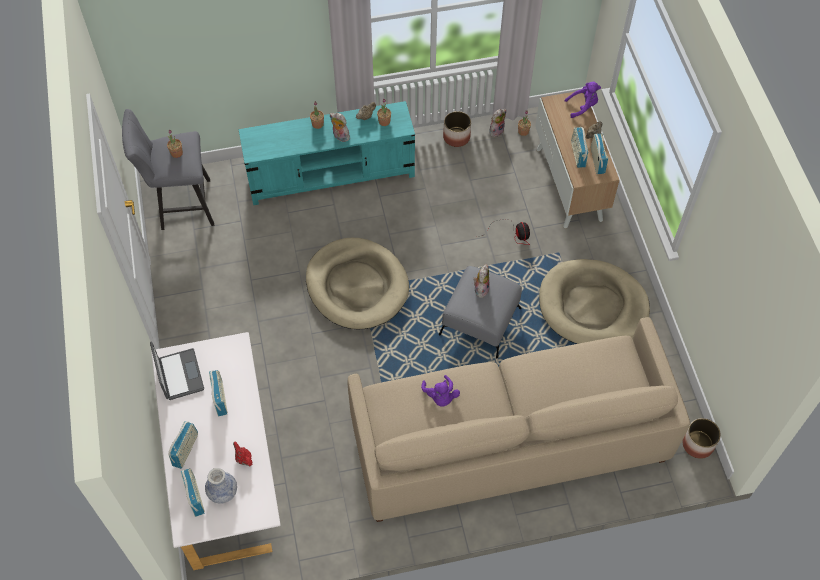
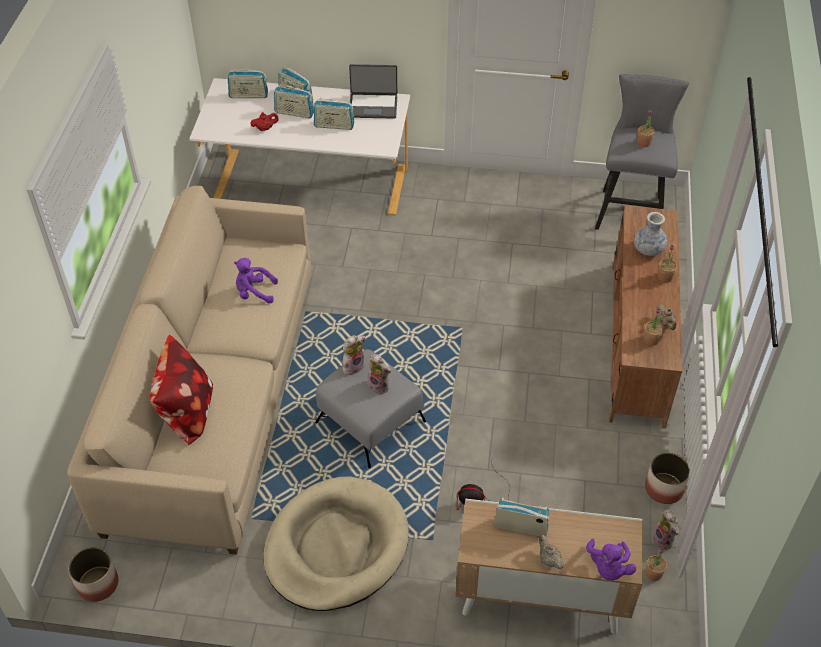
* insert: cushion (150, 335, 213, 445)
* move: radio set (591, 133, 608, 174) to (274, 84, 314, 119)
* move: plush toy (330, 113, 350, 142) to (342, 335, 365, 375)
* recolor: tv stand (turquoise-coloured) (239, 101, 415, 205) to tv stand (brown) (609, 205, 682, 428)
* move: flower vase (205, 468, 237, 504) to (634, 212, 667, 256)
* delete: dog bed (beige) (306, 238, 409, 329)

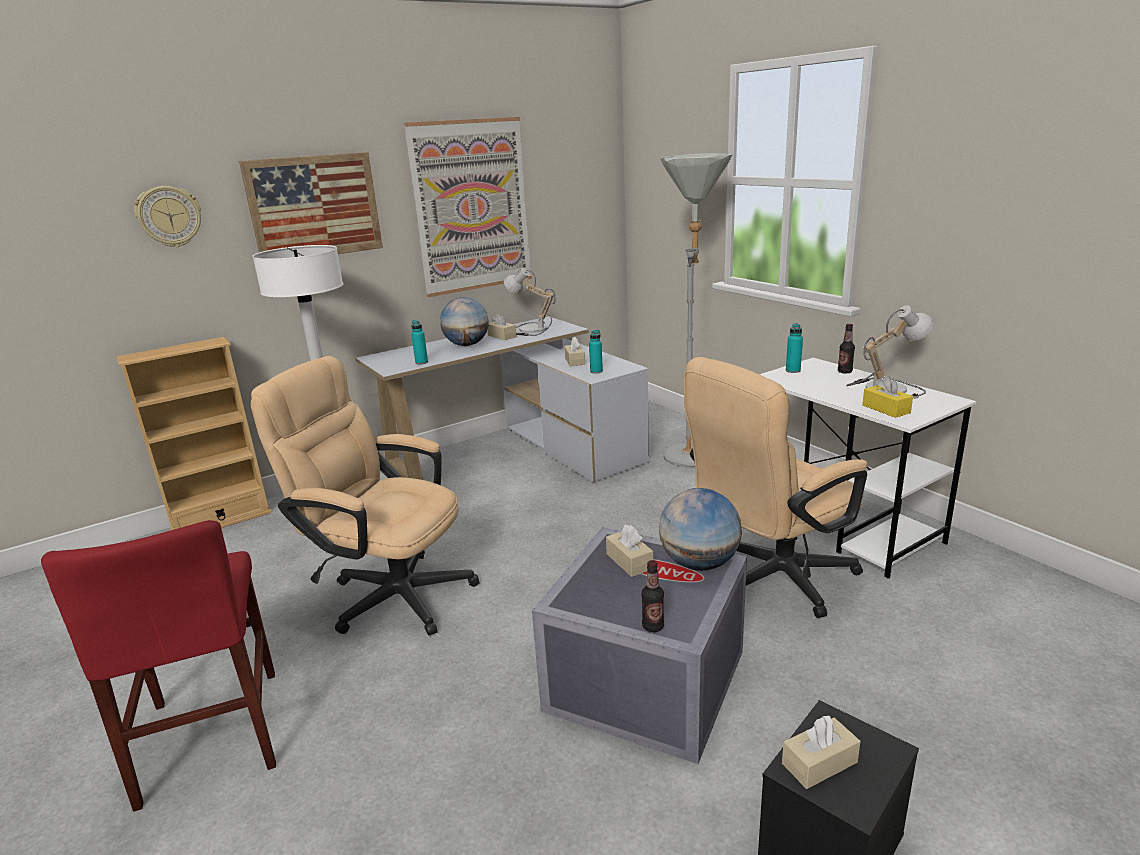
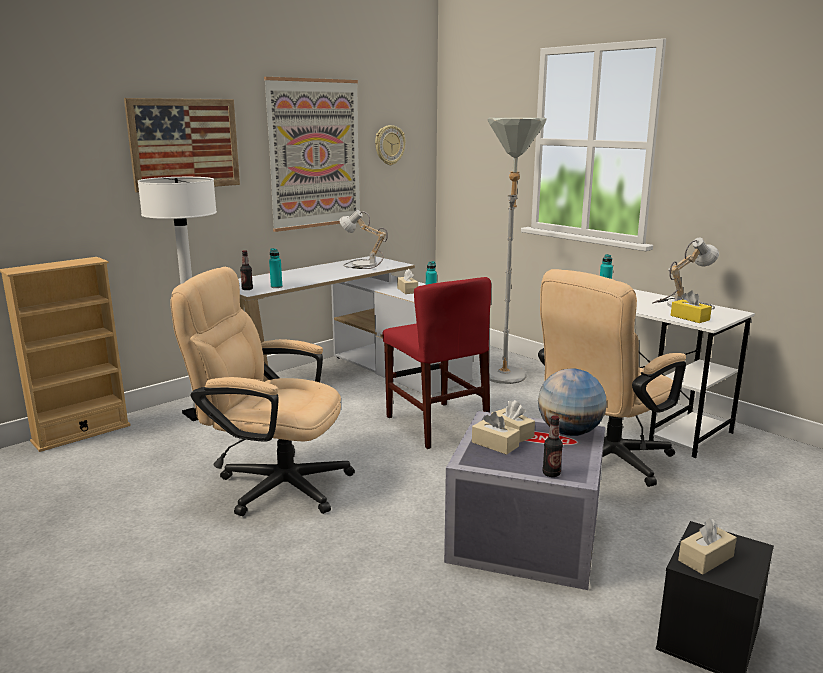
* move: beverage bottle (838, 324, 855, 374) to (240, 250, 253, 290)
* move: wall clock (134, 186, 201, 247) to (375, 125, 405, 165)
* move: chair (reddish) (41, 520, 276, 812) to (383, 277, 491, 449)
* move: tissue box (beige) (487, 313, 517, 340) to (472, 412, 520, 455)
* delete: desk globe (440, 297, 489, 346)

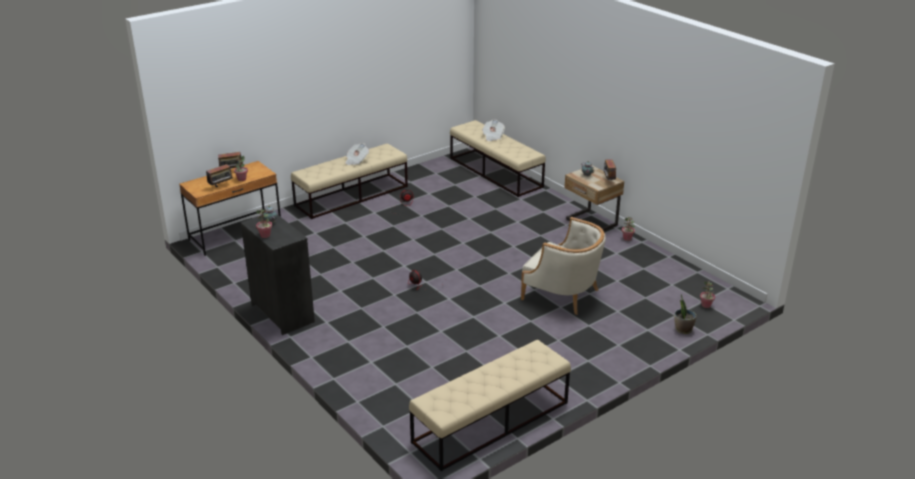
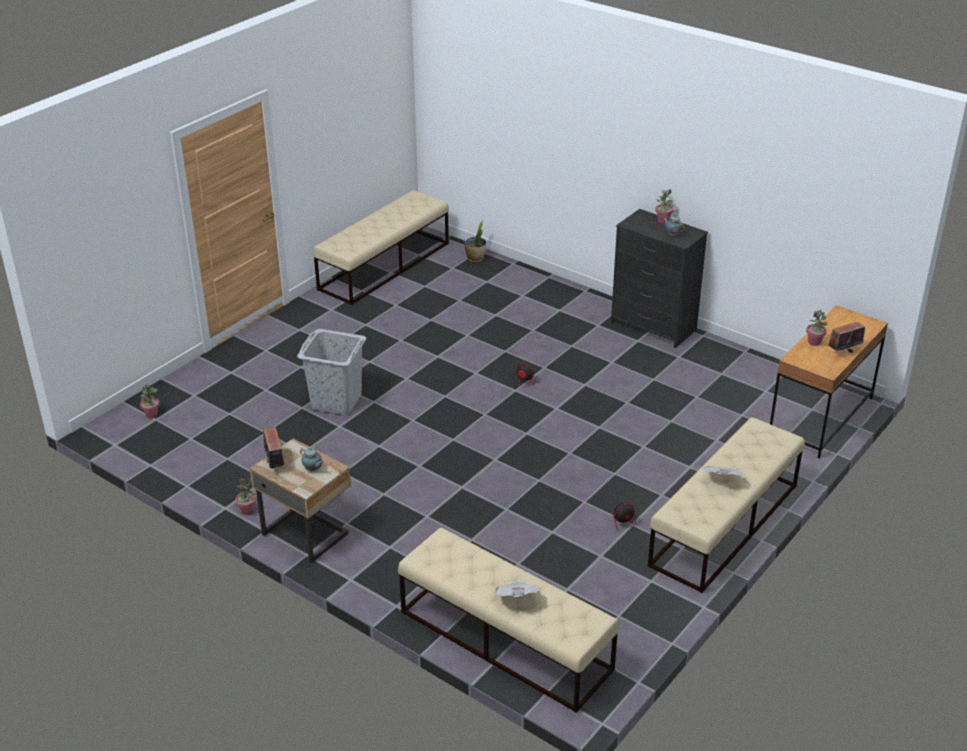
* replace: easy chair (beige) (521, 217, 606, 315) to hamper (grey) (297, 329, 366, 415)
* move: potted plant (674, 295, 696, 334) to (465, 221, 487, 263)
* delete: radio set (206, 164, 233, 187)

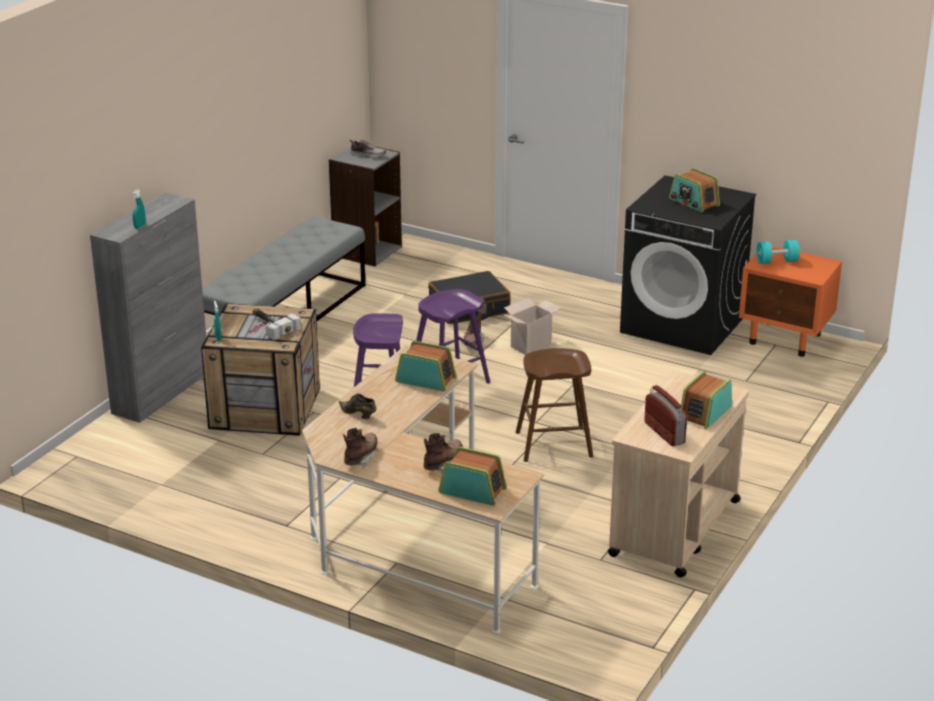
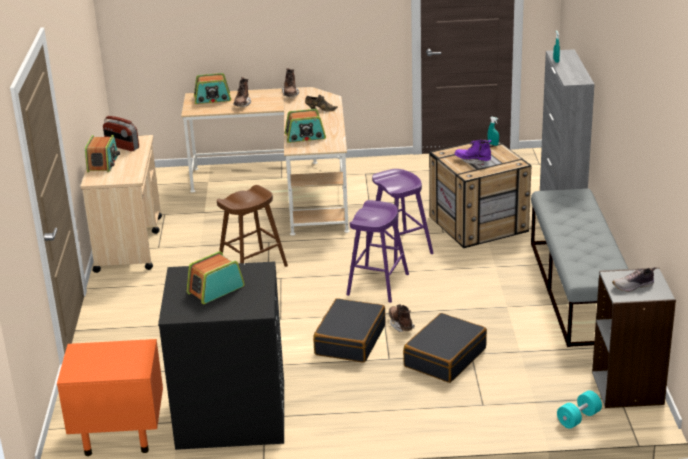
* rotate: radio set (669, 168, 720, 213) = (186, 251, 245, 304) 60 degrees counterclockwise
* replace: carton (504, 298, 561, 355) to suitcase (blackish) (313, 298, 386, 363)
* replace: hand hammer (252, 308, 301, 340) to high-top boot (purplish) (454, 140, 491, 165)
* move: free weight (turquoise-coloured) (756, 240, 800, 264) to (557, 390, 602, 429)

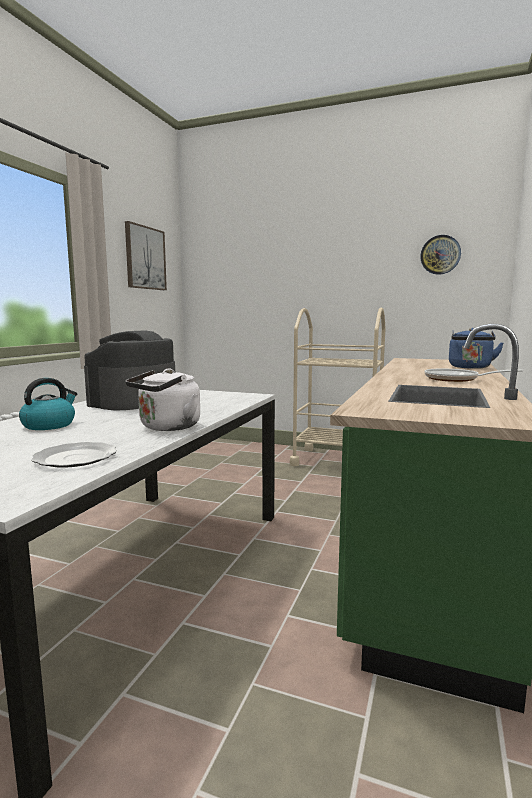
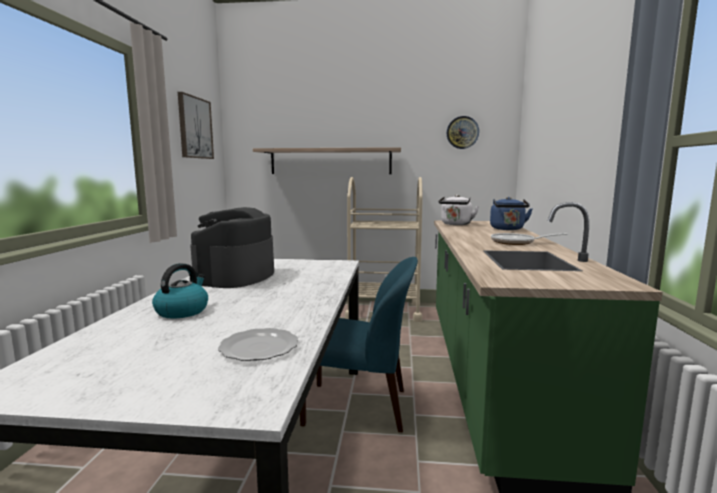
* insert: bracket shelf (253, 147, 401, 174)
* insert: chair (blue-coloured) (300, 257, 418, 432)
* move: water kettle (whitish) (126, 368, 200, 431) to (438, 195, 479, 225)

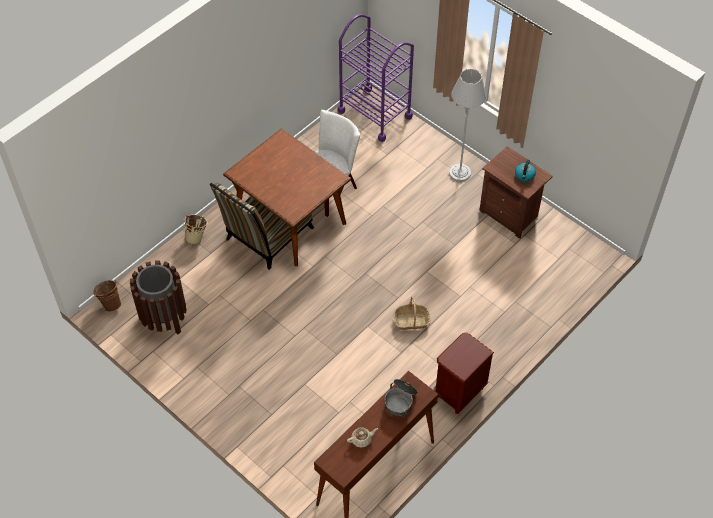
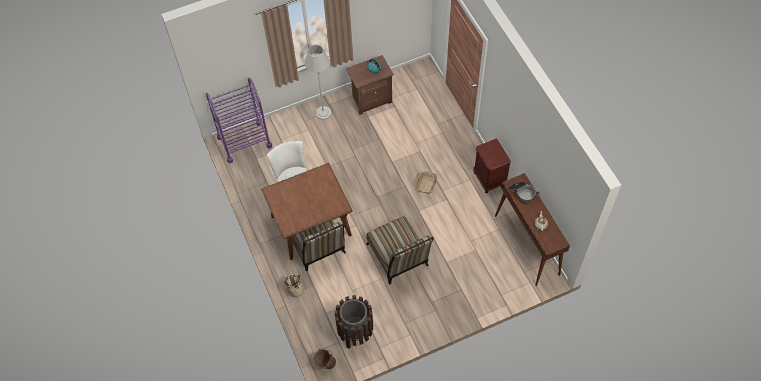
* insert: chair (366, 217, 434, 284)

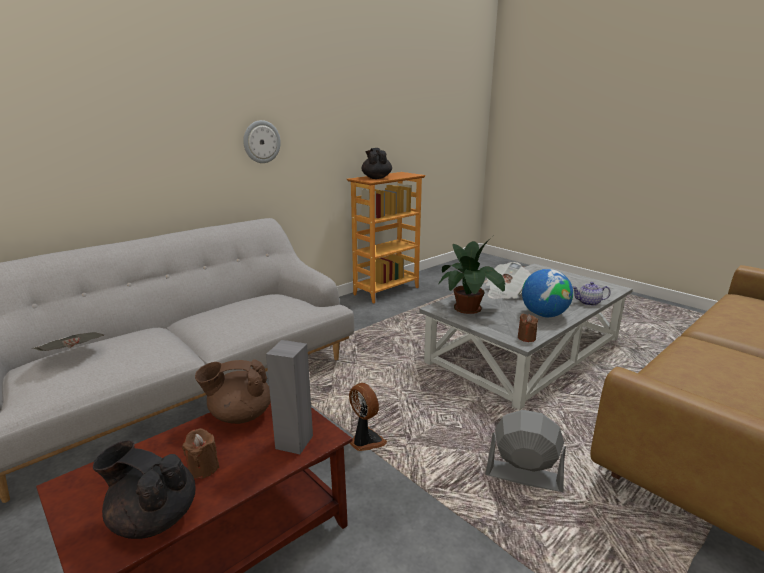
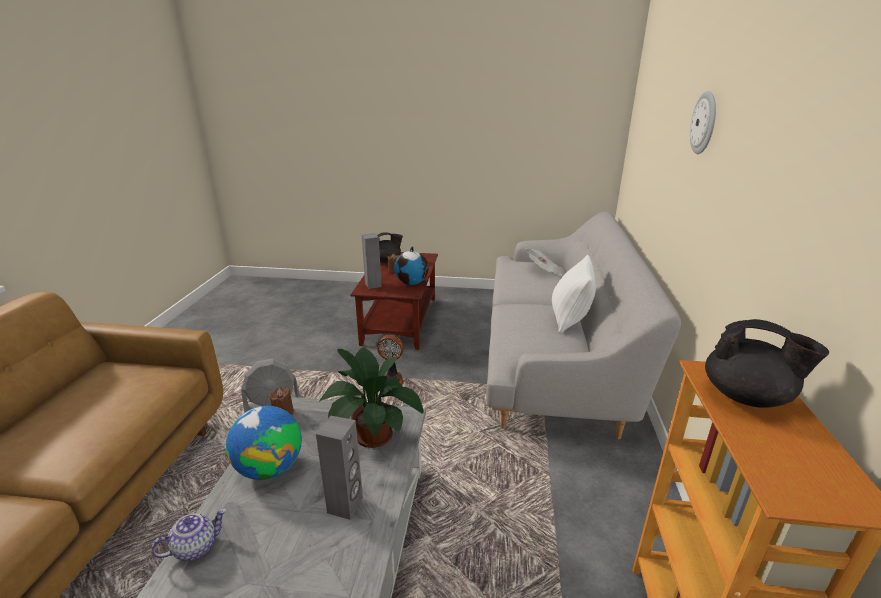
* replace: newspaper (486, 262, 531, 299) to loudspeaker (grey) (316, 416, 363, 520)
* replace: pot for tea (brown) (195, 359, 271, 424) to desk globe (394, 247, 429, 285)
* insert: cushion (whitish) (552, 255, 596, 334)
* move: wall clock (243, 120, 281, 163) to (690, 91, 716, 154)

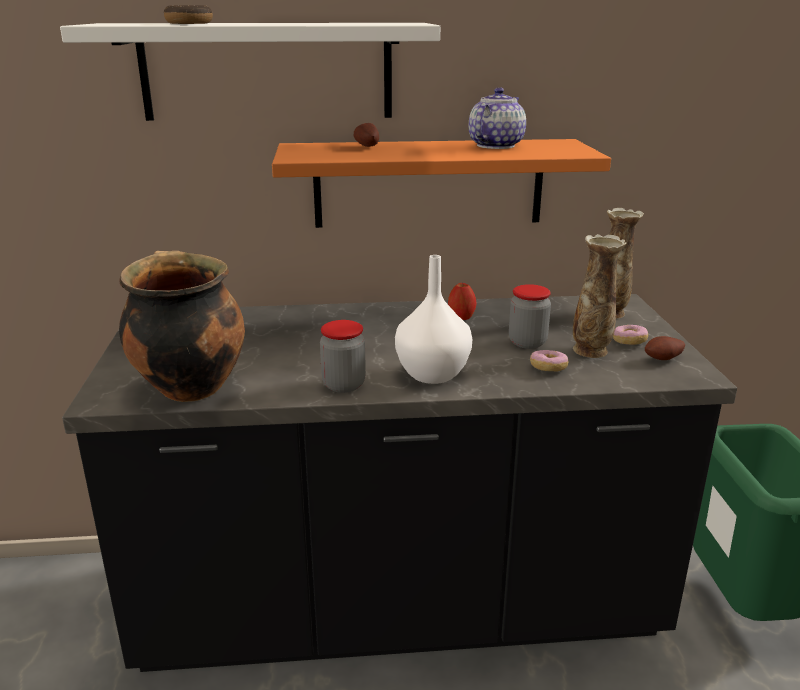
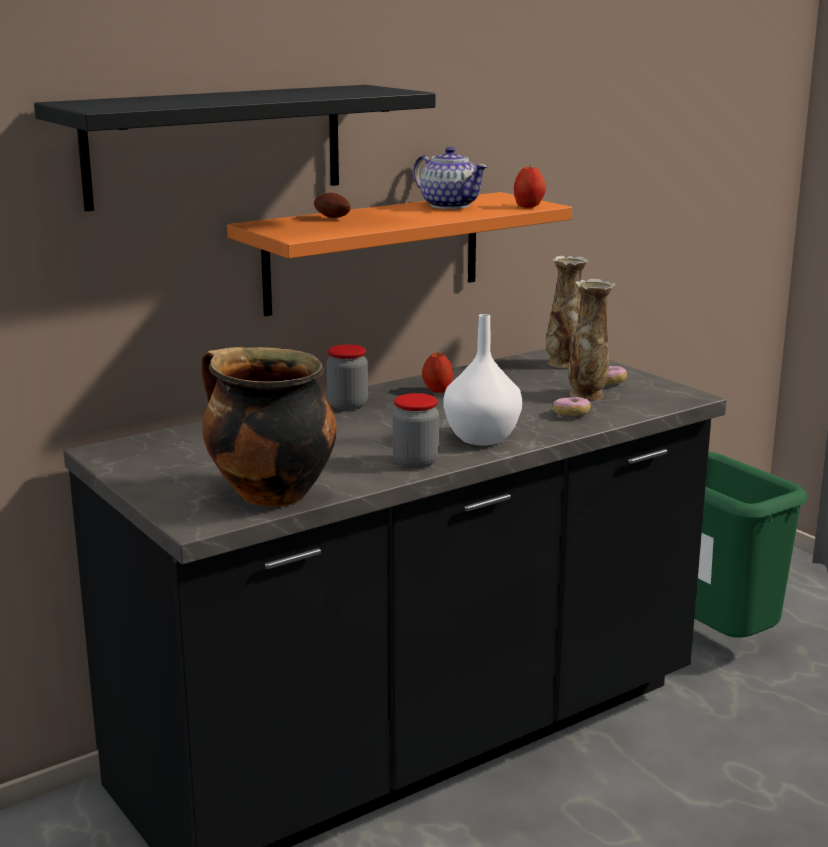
* recolor: bracket shelf (whitish) (60, 23, 440, 121) to bracket shelf (blackish) (34, 85, 435, 212)
* move: jar (509, 284, 551, 349) to (327, 344, 368, 410)
* rotate: pot for tea (469, 87, 526, 149) = (413, 147, 488, 209) 135 degrees clockwise
* insert: apple (514, 167, 546, 208)
* delete: doughnut (164, 5, 213, 24)
* delete: potato (645, 336, 685, 360)

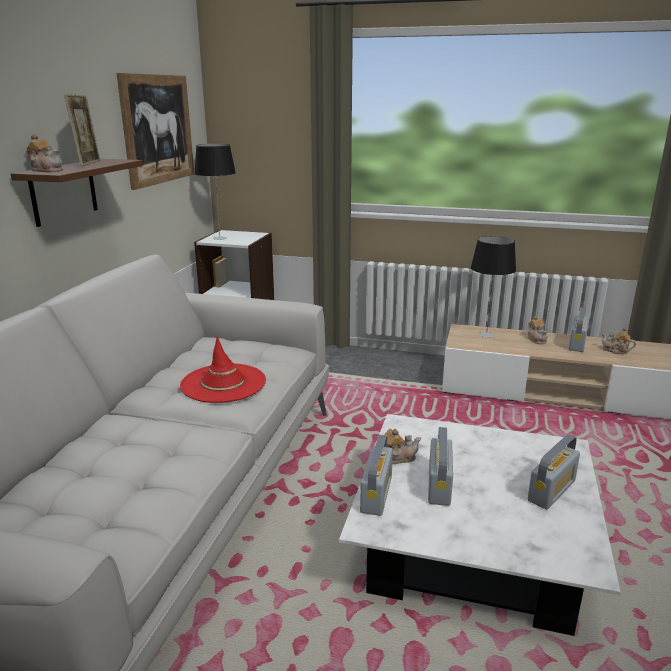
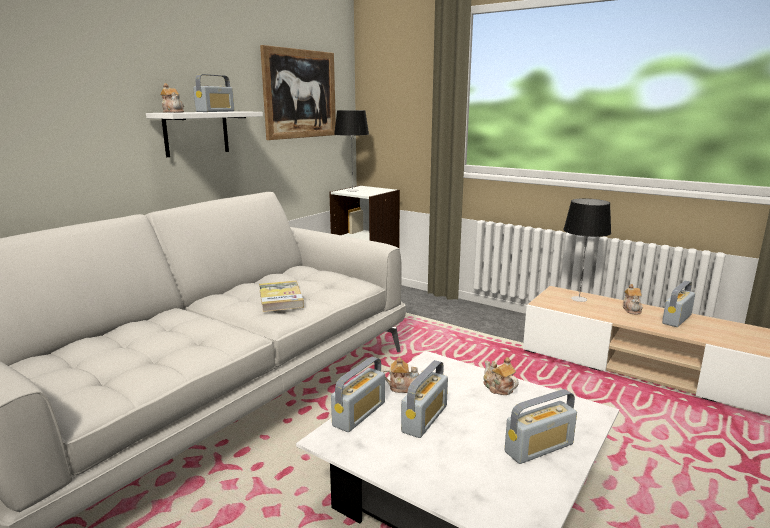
* recolor: bracket shelf (brown) (11, 159, 143, 227) to bracket shelf (whitish) (146, 111, 263, 157)
* replace: picture frame (64, 94, 101, 166) to radio set (193, 74, 234, 112)
* replace: clothing hat (reddish) (180, 337, 266, 403) to book (259, 281, 304, 312)
* move: pot for tea (602, 327, 636, 354) to (483, 357, 518, 395)

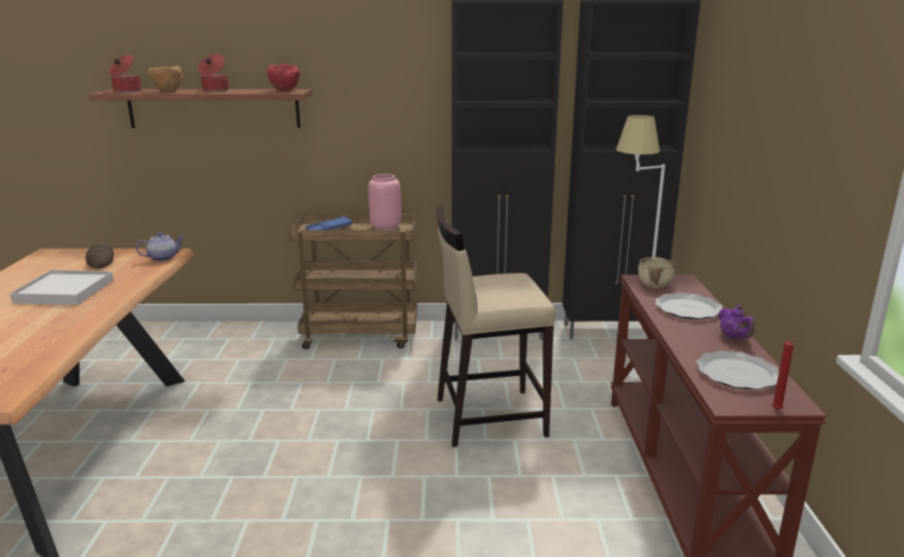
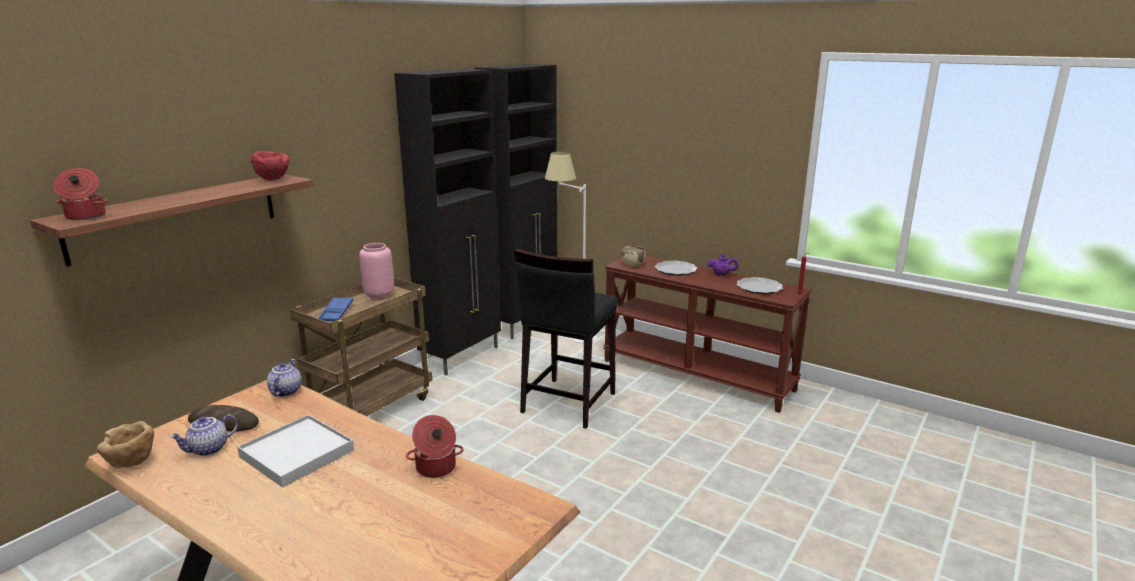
* move: serving bowl (brown) (148, 66, 183, 92) to (97, 421, 154, 468)
* insert: pot for tea (169, 414, 238, 456)
* move: saucepot (198, 54, 229, 91) to (406, 415, 464, 478)
* recolor: stool (beige) (436, 205, 556, 447) to stool (blackish) (514, 249, 618, 429)

